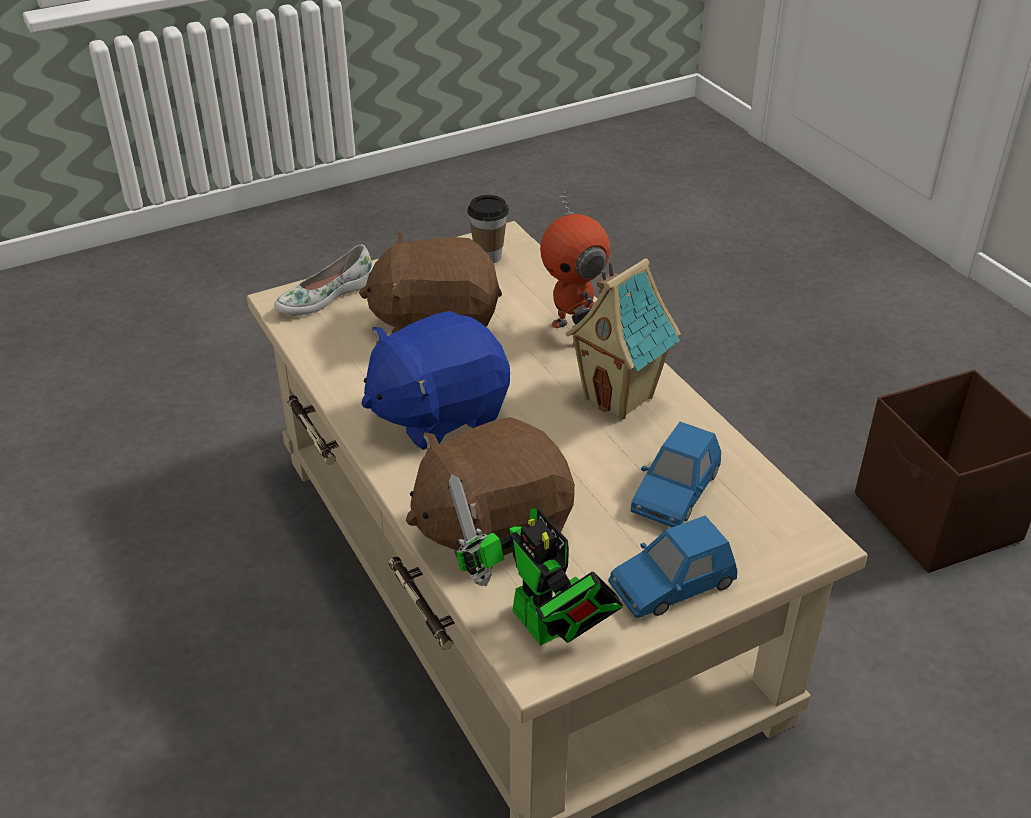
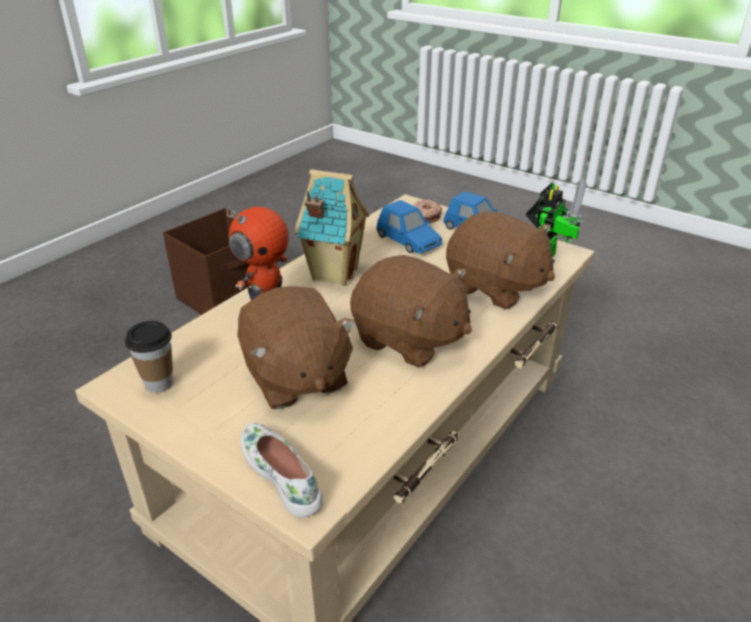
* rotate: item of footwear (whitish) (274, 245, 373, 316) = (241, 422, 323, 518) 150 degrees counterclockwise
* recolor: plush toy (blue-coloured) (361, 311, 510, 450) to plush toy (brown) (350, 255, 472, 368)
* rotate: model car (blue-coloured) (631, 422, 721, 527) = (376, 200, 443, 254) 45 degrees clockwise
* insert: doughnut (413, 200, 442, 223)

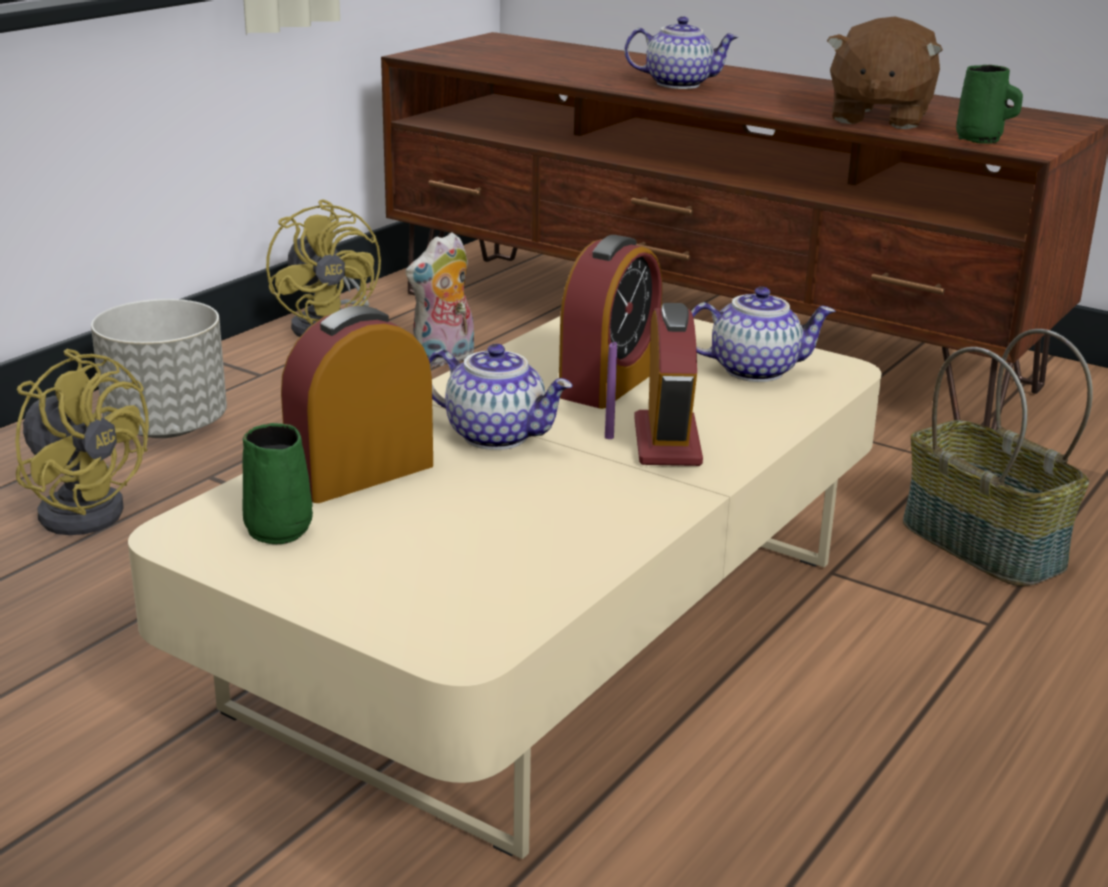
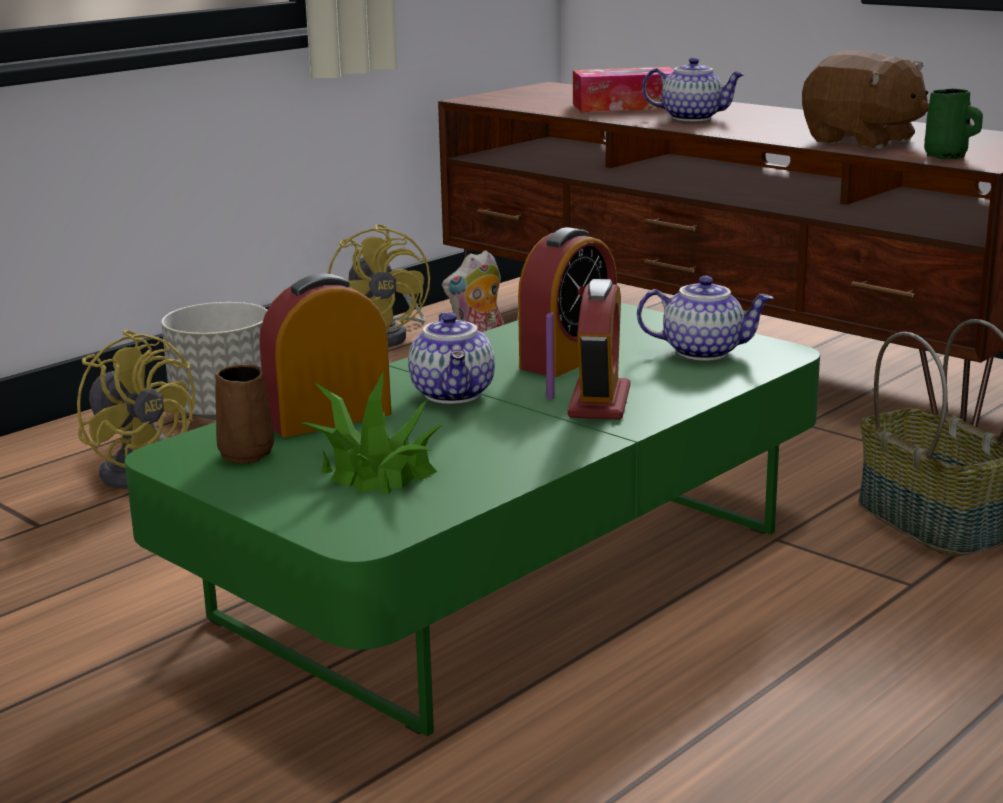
* recolor: low table (beige) (128, 316, 881, 859) to low table (green-coloured) (125, 303, 820, 736)
* recolor: mug (green-coloured) (242, 423, 313, 544) to mug (brown) (215, 364, 274, 464)
* insert: potted plant (299, 373, 442, 494)
* rotate: pot for tea (428, 344, 572, 450) = (408, 312, 495, 404) 45 degrees clockwise
* insert: tissue box (573, 67, 674, 112)
* rotate: plush toy (brown) (827, 17, 943, 129) = (802, 50, 929, 149) 75 degrees counterclockwise

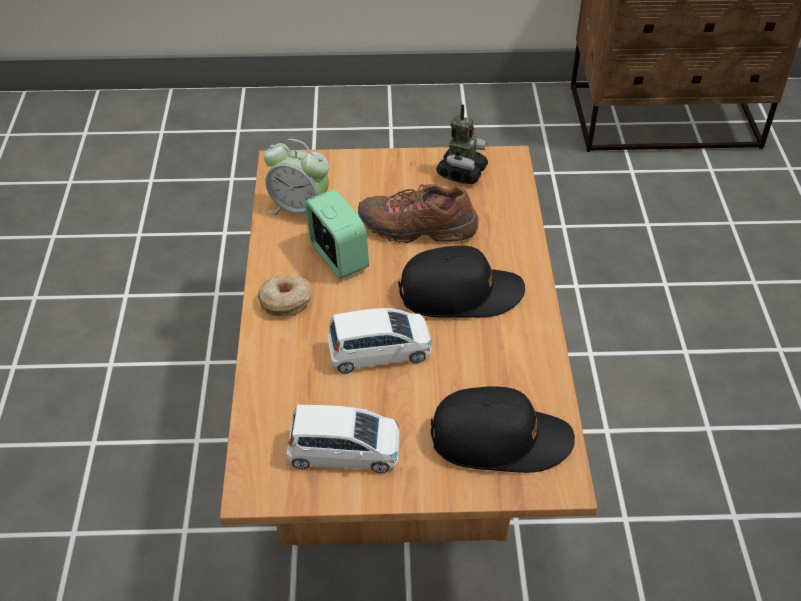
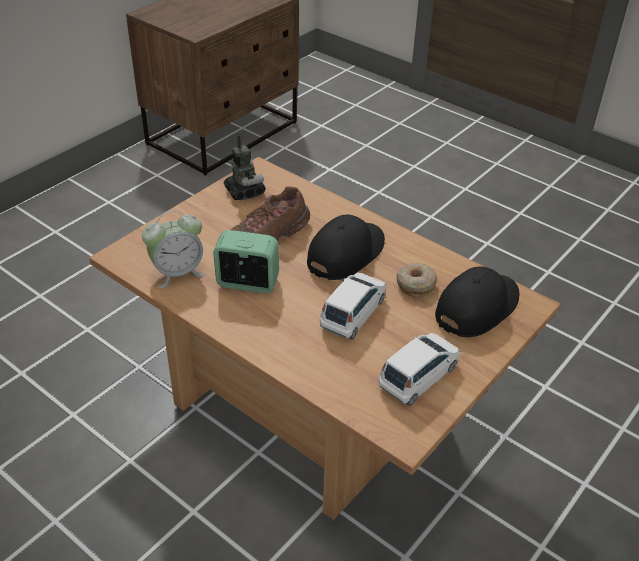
* move: doughnut (258, 275, 312, 317) to (397, 263, 437, 297)

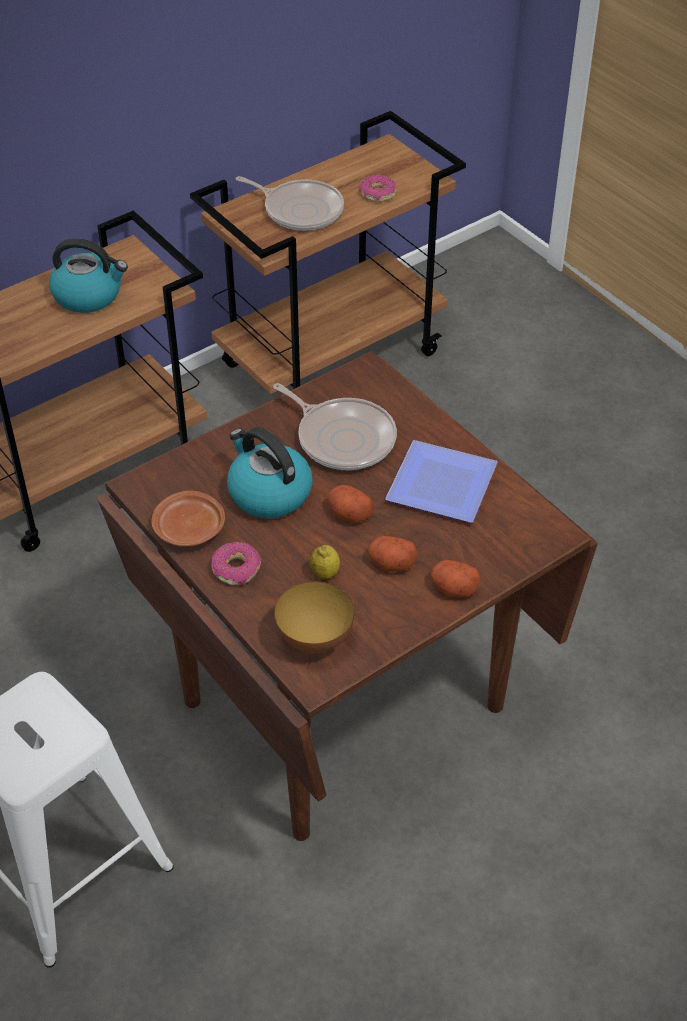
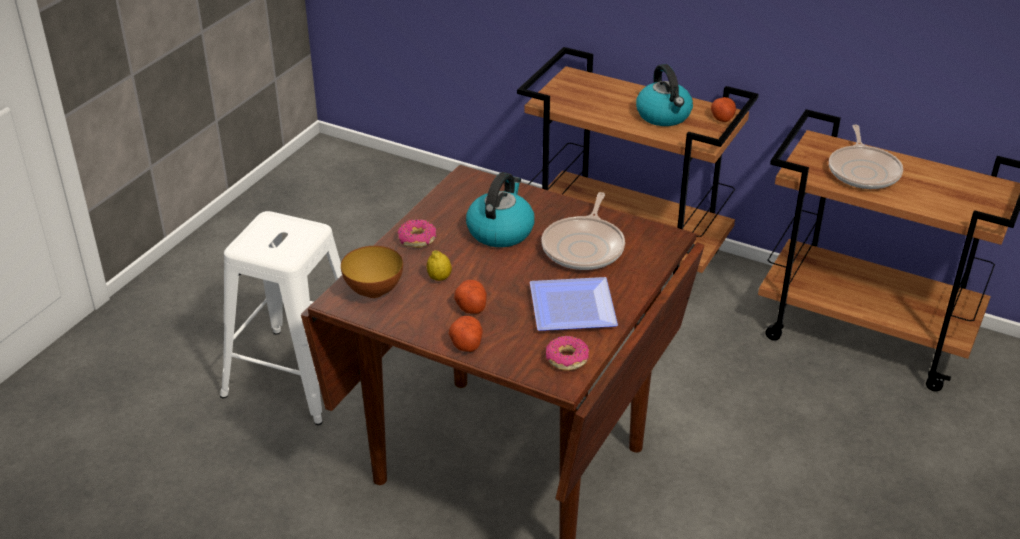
* move: doughnut (359, 175, 396, 202) to (546, 336, 589, 371)
* move: potato (327, 485, 373, 523) to (711, 97, 736, 122)
* delete: dinner plate (brown) (152, 491, 225, 547)

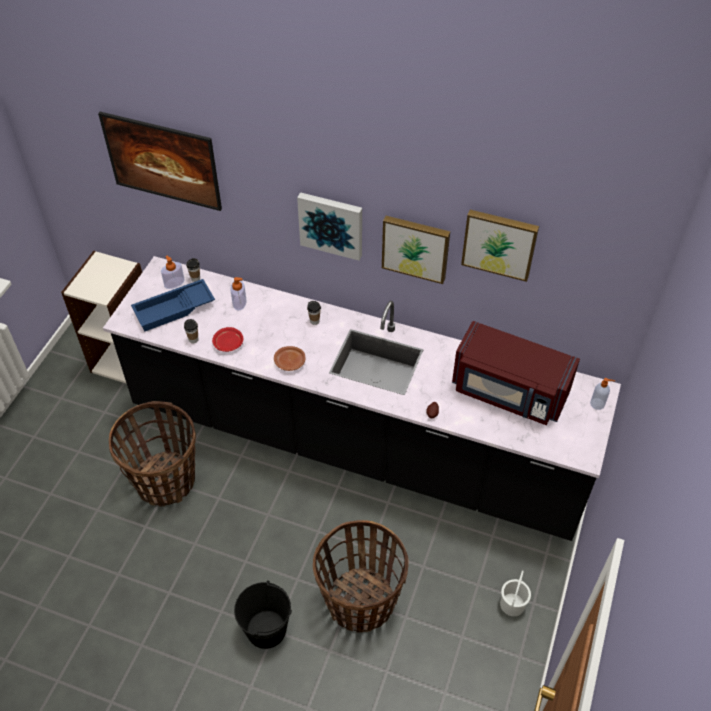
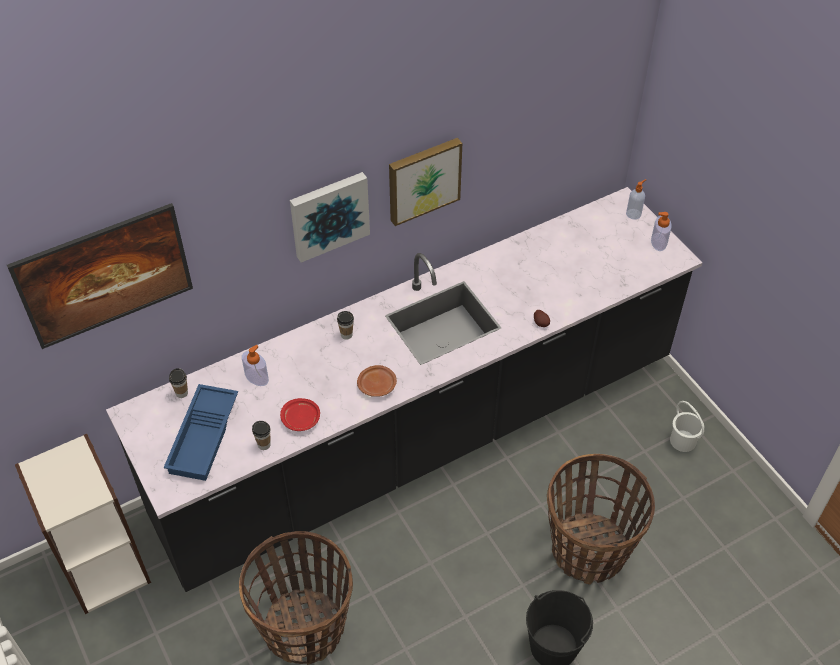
* move: soap bottle (161, 256, 185, 289) to (651, 212, 672, 251)
* delete: kitchen microwave (reddish) (452, 321, 580, 425)
* delete: picture (461, 210, 539, 282)

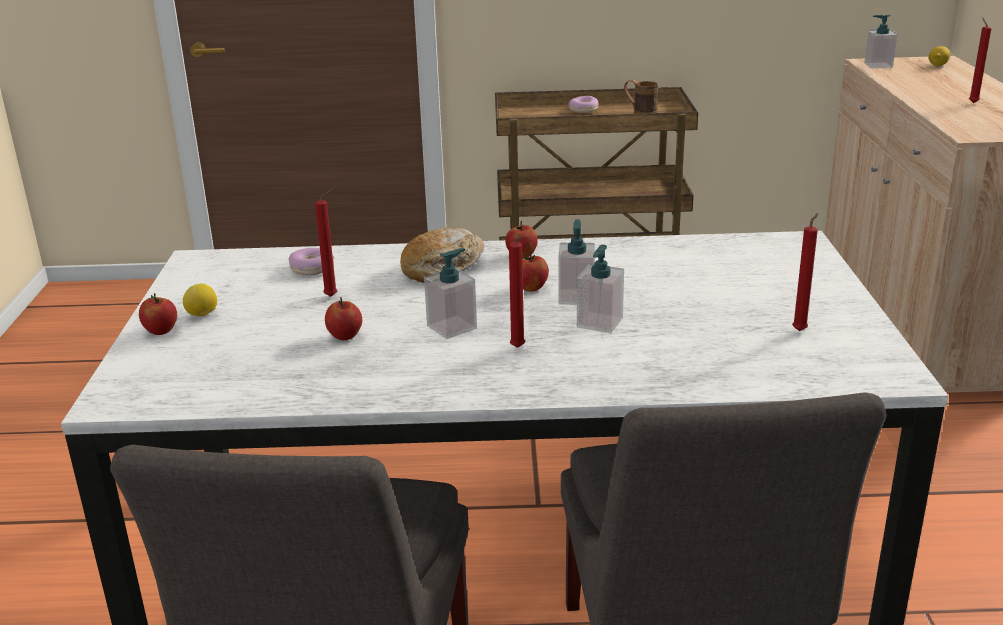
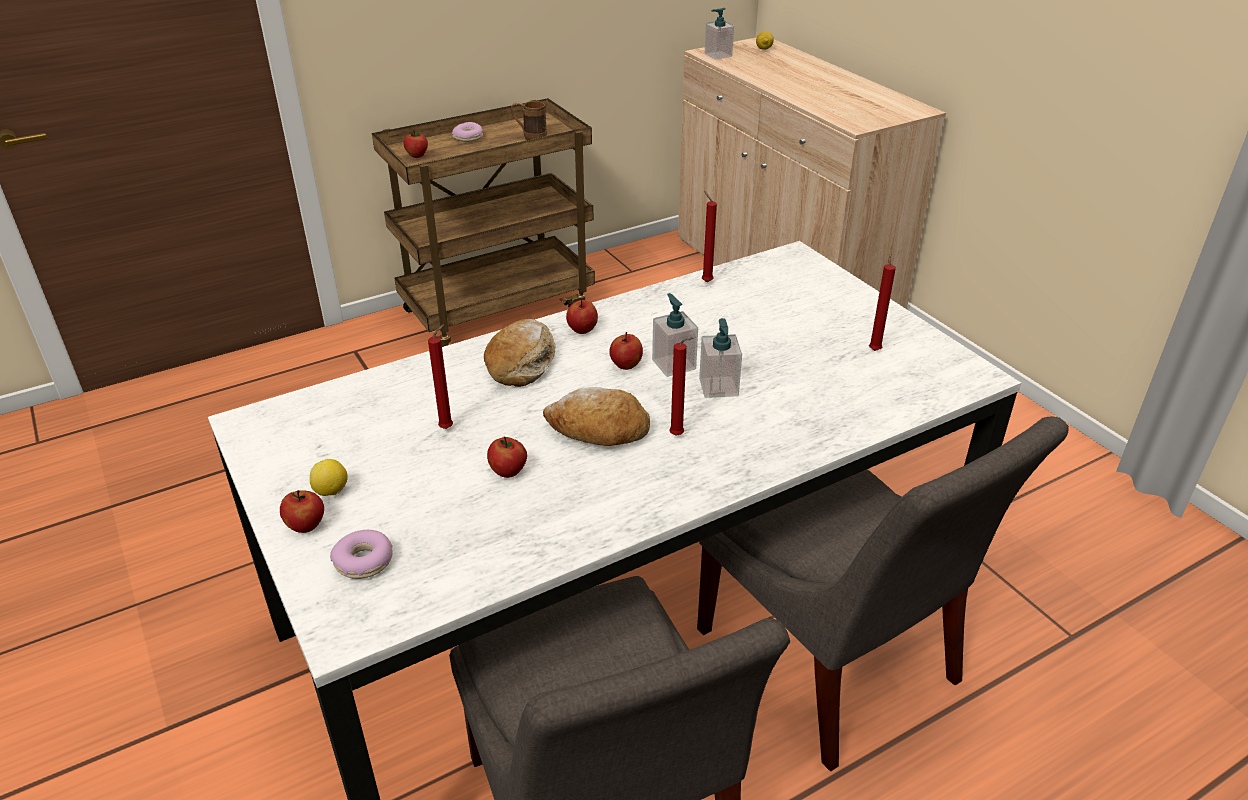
* move: doughnut (289, 248, 334, 275) to (330, 530, 393, 579)
* insert: apple (404, 130, 428, 158)
* replace: soap bottle (424, 248, 477, 339) to bread (543, 387, 650, 446)
* move: wax light (reddish) (969, 17, 992, 103) to (702, 191, 717, 282)

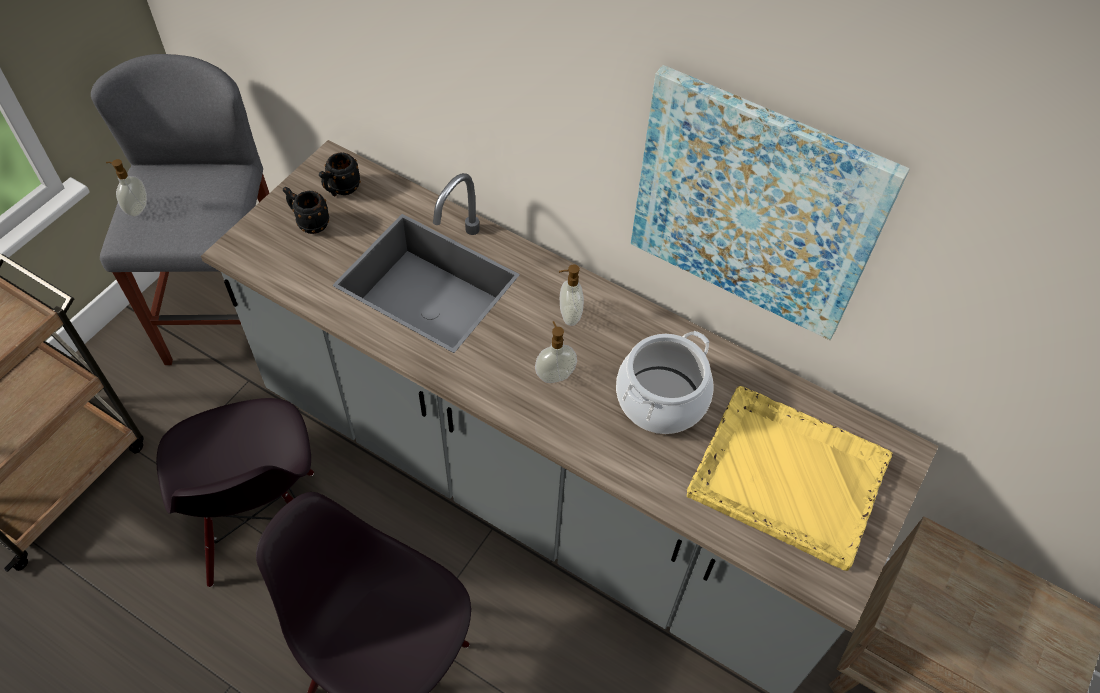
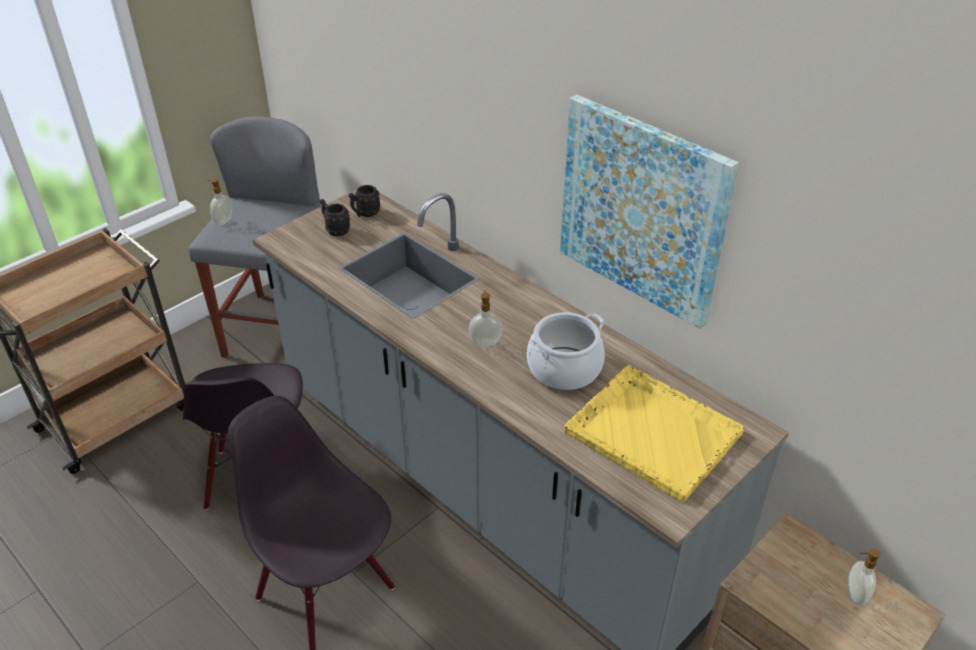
* move: soap bottle (559, 264, 584, 326) to (848, 548, 881, 605)

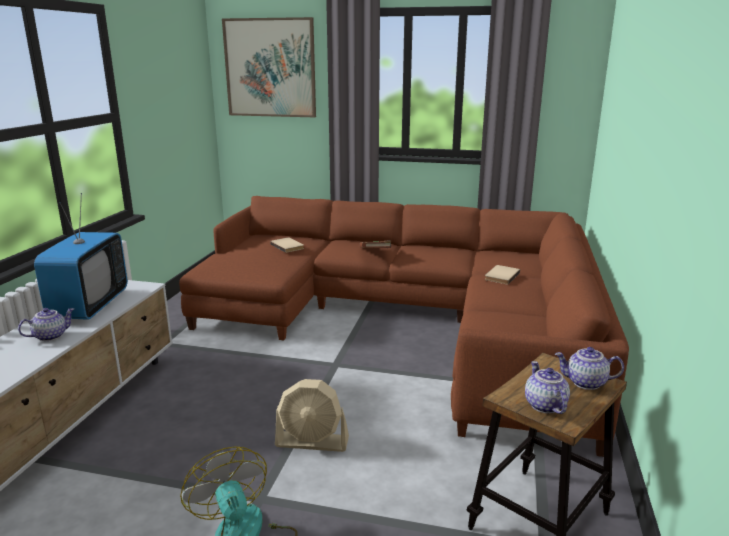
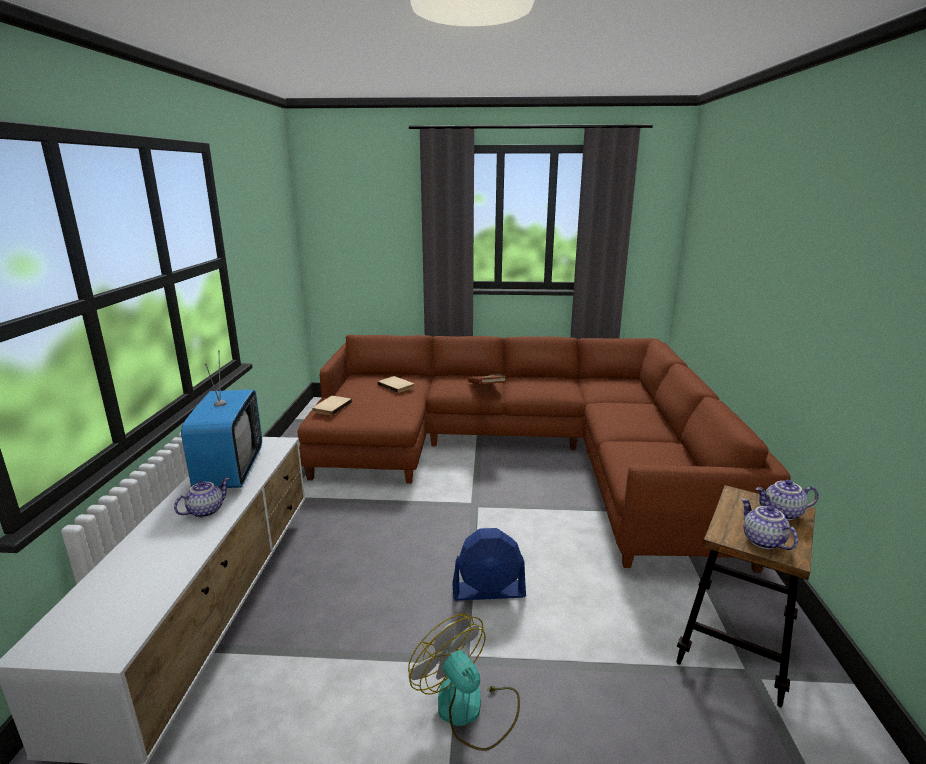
* move: book (beige) (485, 265, 520, 285) to (312, 396, 352, 415)
* recolor: cooling fan (beige) (275, 379, 349, 452) to cooling fan (blue-coloured) (452, 528, 526, 601)
* delete: picture (222, 17, 316, 117)

